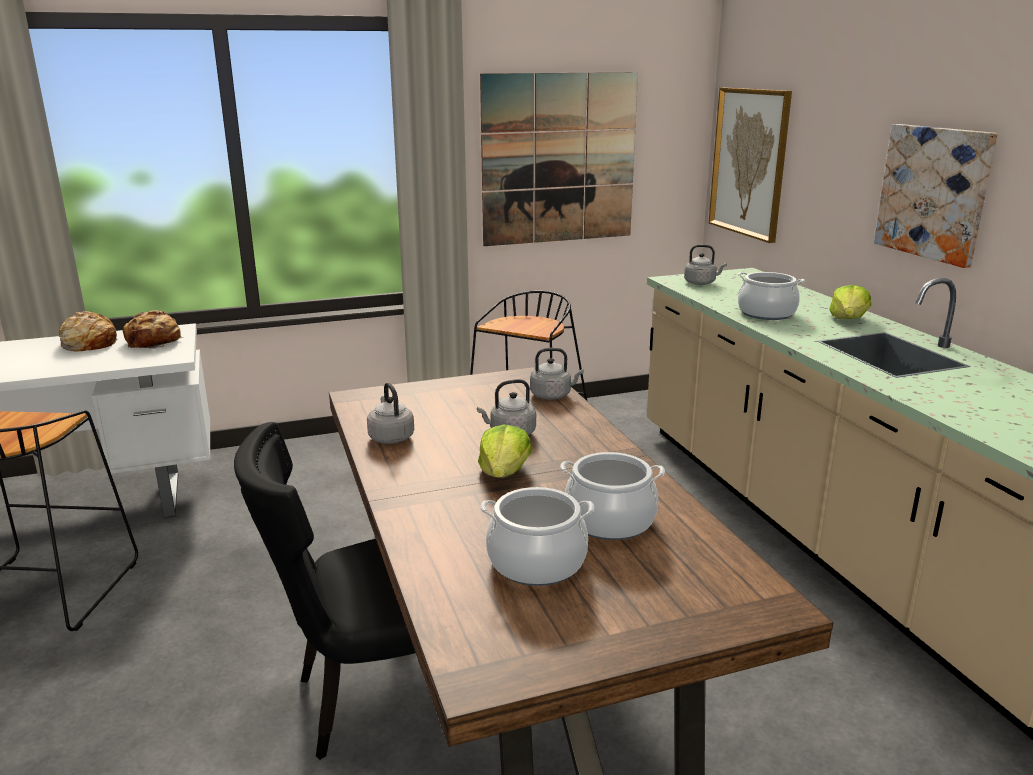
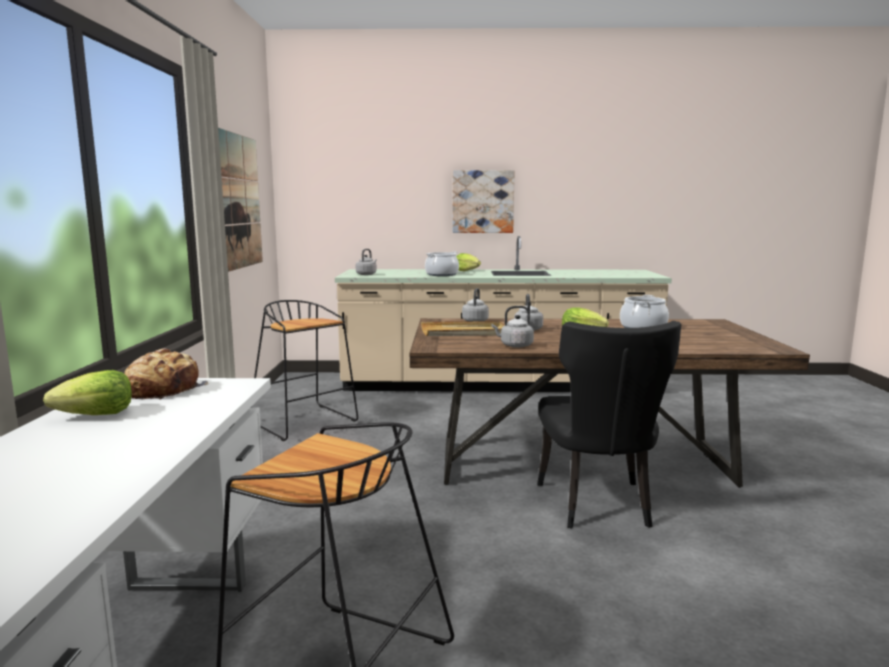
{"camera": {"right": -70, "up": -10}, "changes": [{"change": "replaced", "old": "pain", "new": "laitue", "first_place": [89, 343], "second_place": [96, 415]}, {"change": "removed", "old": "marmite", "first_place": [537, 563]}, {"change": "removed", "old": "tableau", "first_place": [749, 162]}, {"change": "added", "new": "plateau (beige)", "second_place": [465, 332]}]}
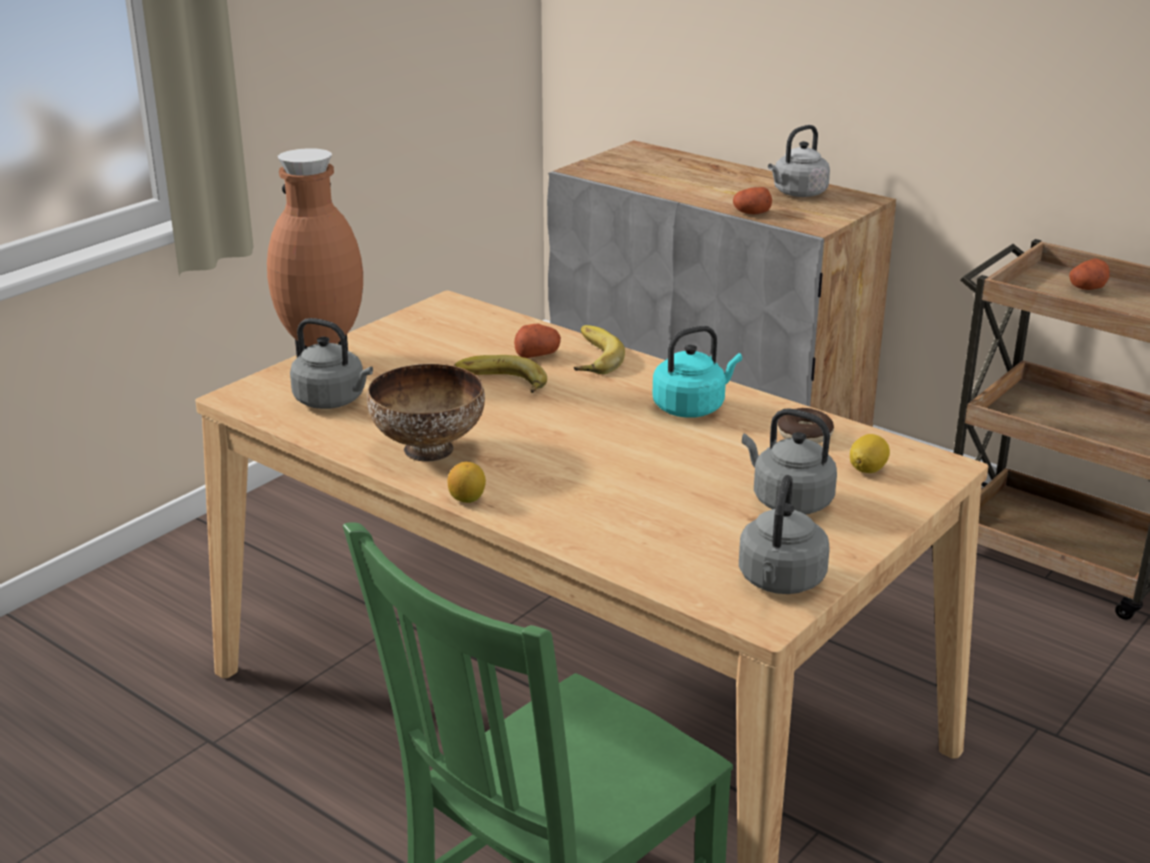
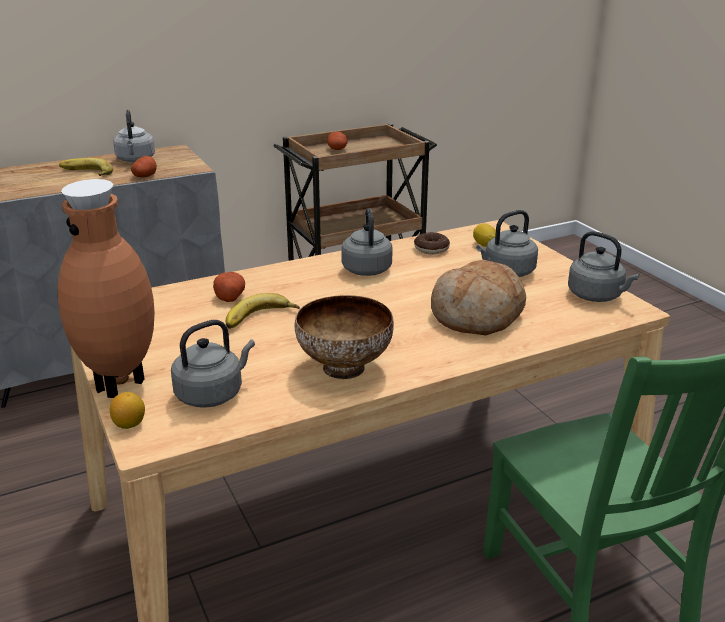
{"camera": {"right": -65, "up": 0}, "changes": [{"change": "moved", "old": "citron", "first_place": [467, 499], "second_place": [129, 424]}, {"change": "moved", "old": "banane", "first_place": [589, 357], "second_place": [85, 173]}, {"change": "recoloured", "old": "bouilloire (turquoise)", "new": "bouilloire (gris)", "first_place": [692, 407], "second_place": [366, 268]}, {"change": "added", "new": "pain", "second_place": [478, 315]}]}
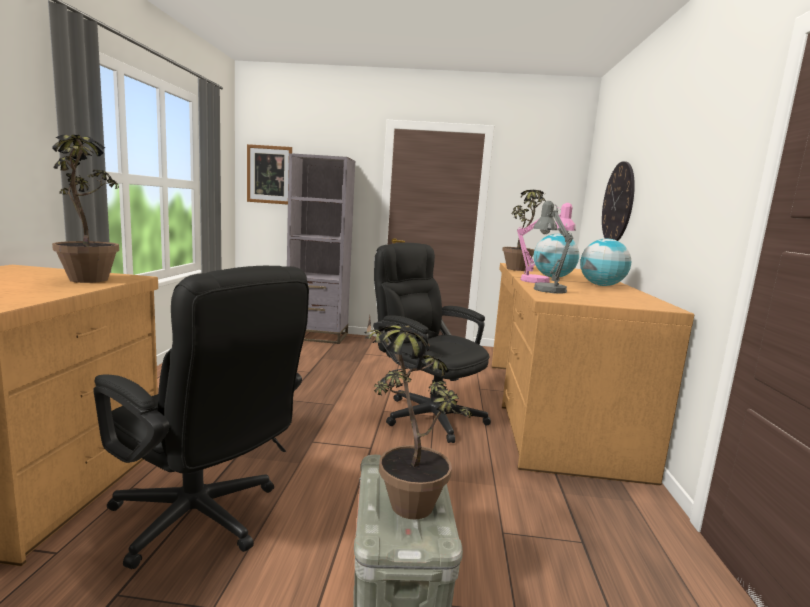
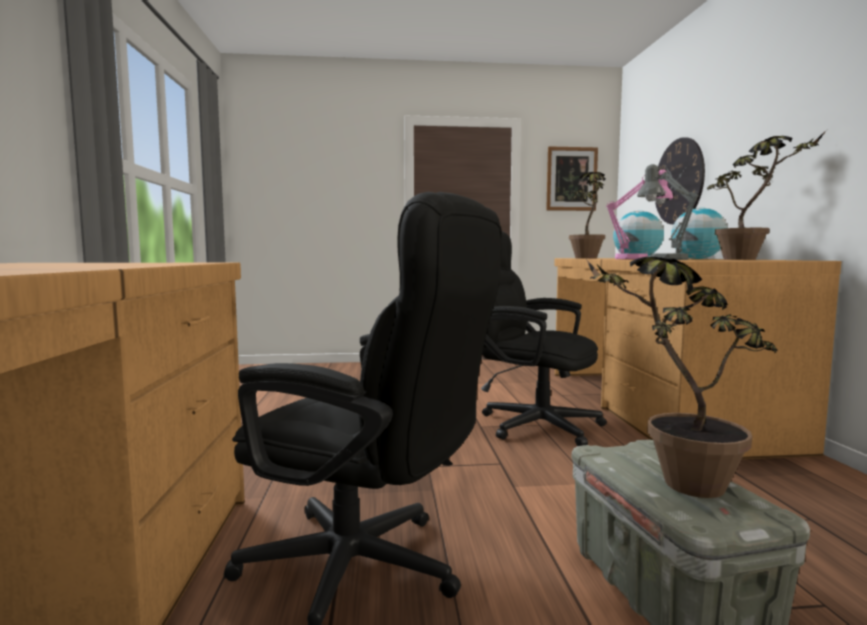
{"camera": {"right": -10, "up": -5}, "changes": [{"change": "moved", "old": "plante en pot", "first_place": [88, 282], "second_place": [751, 259]}, {"change": "moved", "old": "tableau", "first_place": [269, 174], "second_place": [571, 179]}, {"change": "removed", "old": "bibliothèque (gris)", "first_place": [317, 336]}]}
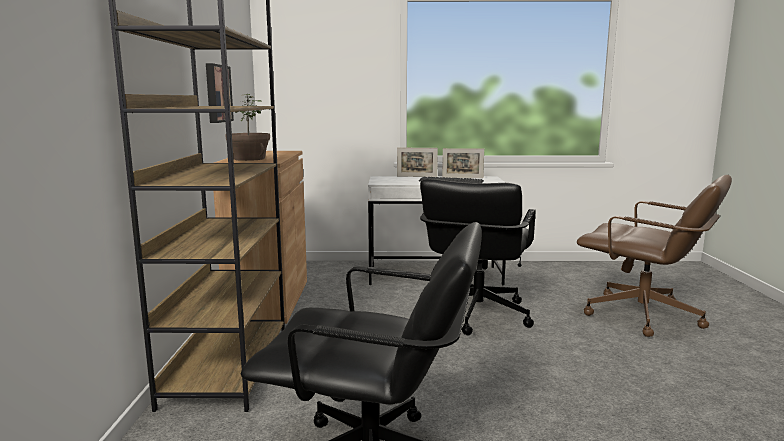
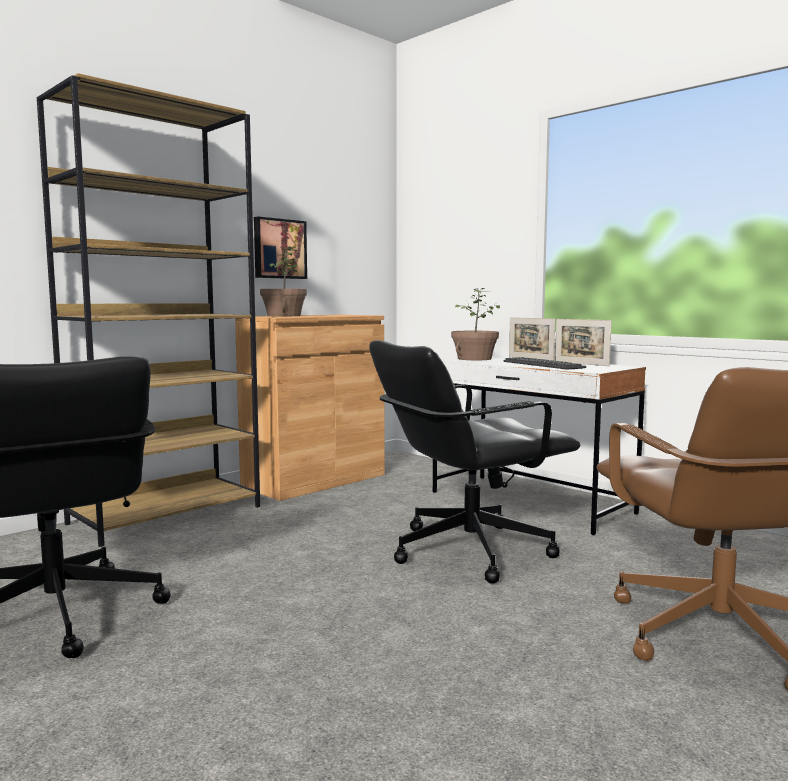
{"camera": {"right": 45, "up": -5}, "changes": [{"change": "added", "new": "plante en pot", "second_place": [474, 358]}]}
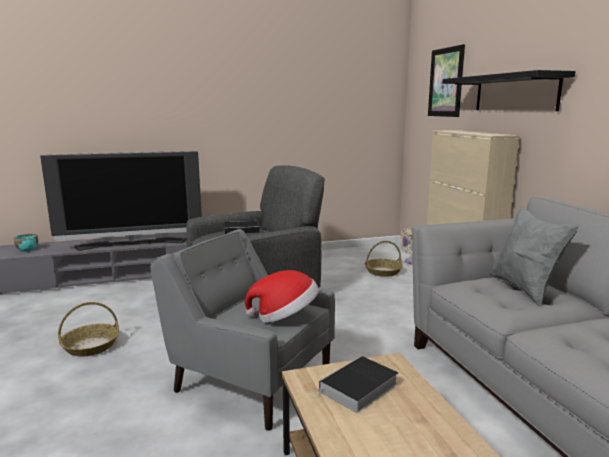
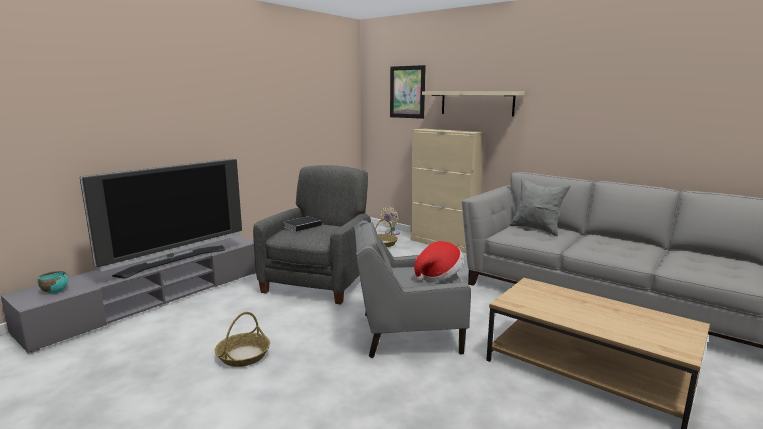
{"camera": {"right": -35, "up": 0}, "changes": [{"change": "removed", "old": "livre", "first_place": [358, 389]}, {"change": "recoloured", "old": "étagère (noir)", "new": "étagère (beige)", "first_place": [515, 93], "second_place": [476, 103]}]}
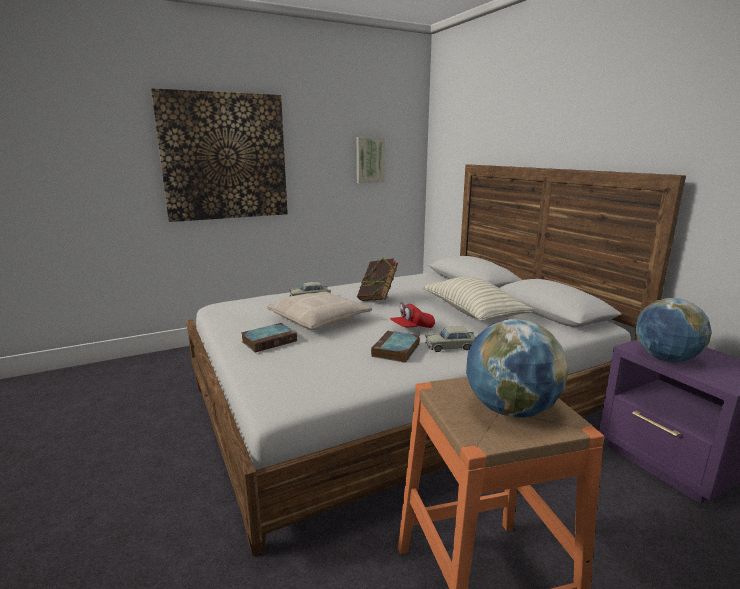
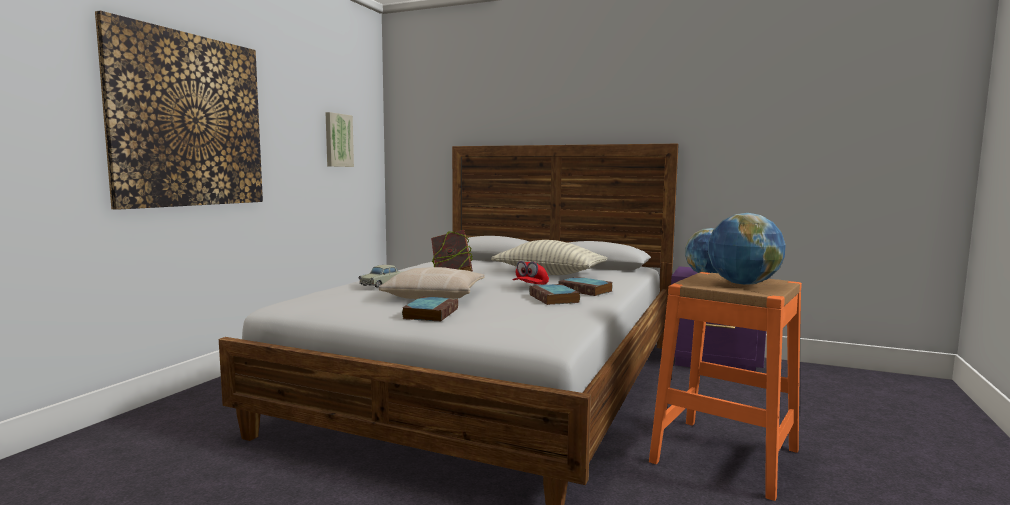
{"camera": {"right": -40, "up": -10}, "changes": [{"change": "replaced", "old": "petite voiture (beige)", "new": "livre", "first_place": [451, 347], "second_place": [586, 290]}]}
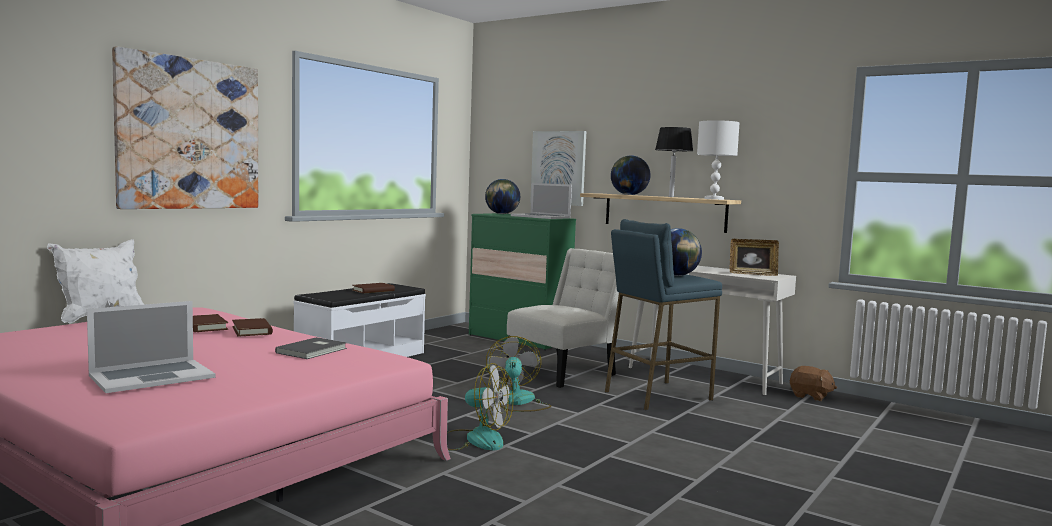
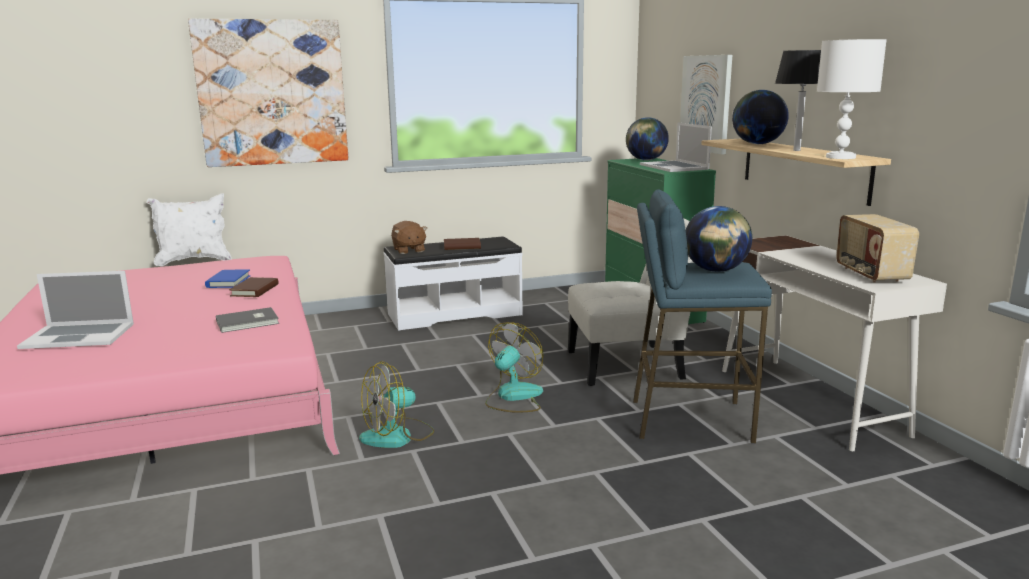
{"camera": {"right": 35, "up": 10}, "changes": [{"change": "recoloured", "old": "livre (marron)", "new": "livre (bleu)", "first_place": [205, 326], "second_place": [228, 281]}, {"change": "turned", "old": "ventilateur", "first_place": [475, 439], "second_place": [397, 436], "degrees": 90}, {"change": "replaced", "old": "cadre photo", "new": "radio", "first_place": [752, 274], "second_place": [870, 274]}, {"change": "moved", "old": "peluche (marron)", "first_place": [810, 396], "second_place": [408, 250]}]}
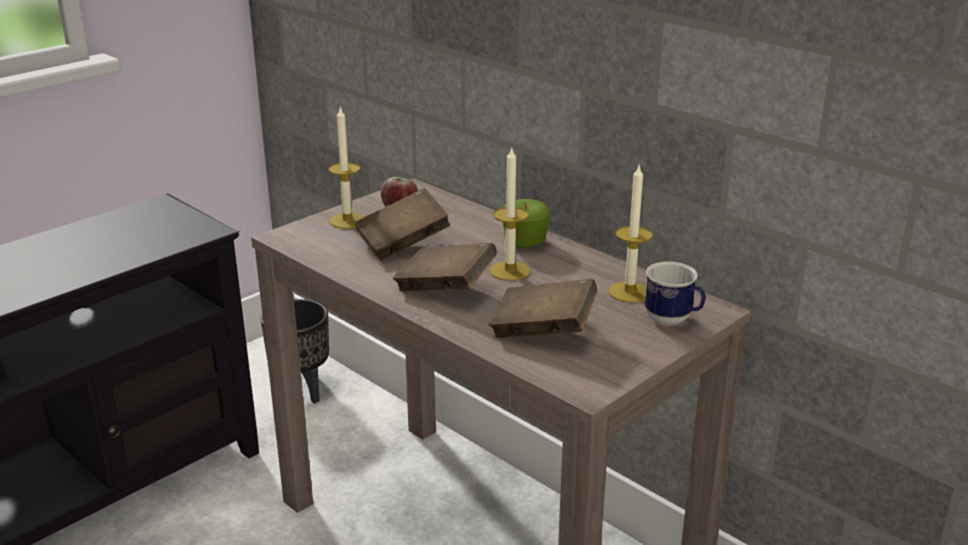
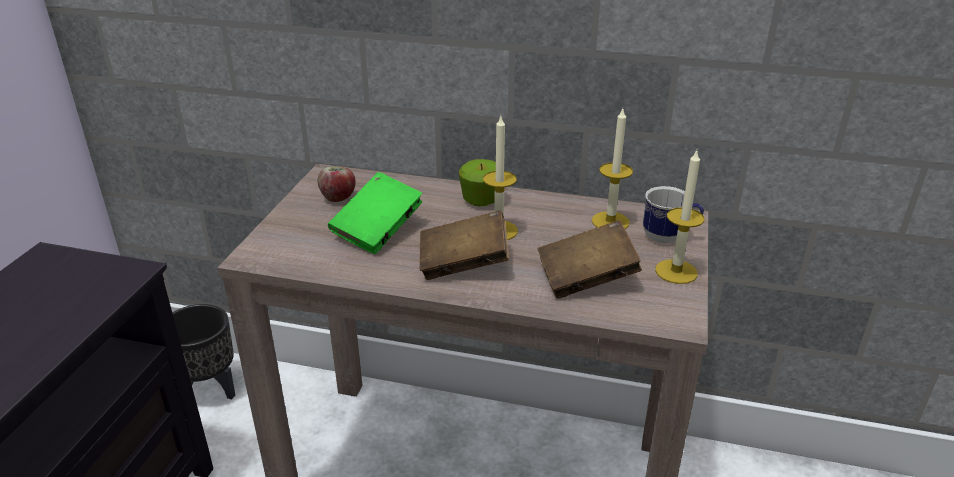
{"camera": {"right": -30, "up": 5}, "changes": [{"change": "moved", "old": "bougie", "first_place": [347, 221], "second_place": [676, 271]}, {"change": "recoloured", "old": "livre (marron)", "new": "livre (vert)", "first_place": [403, 243], "second_place": [378, 231]}]}
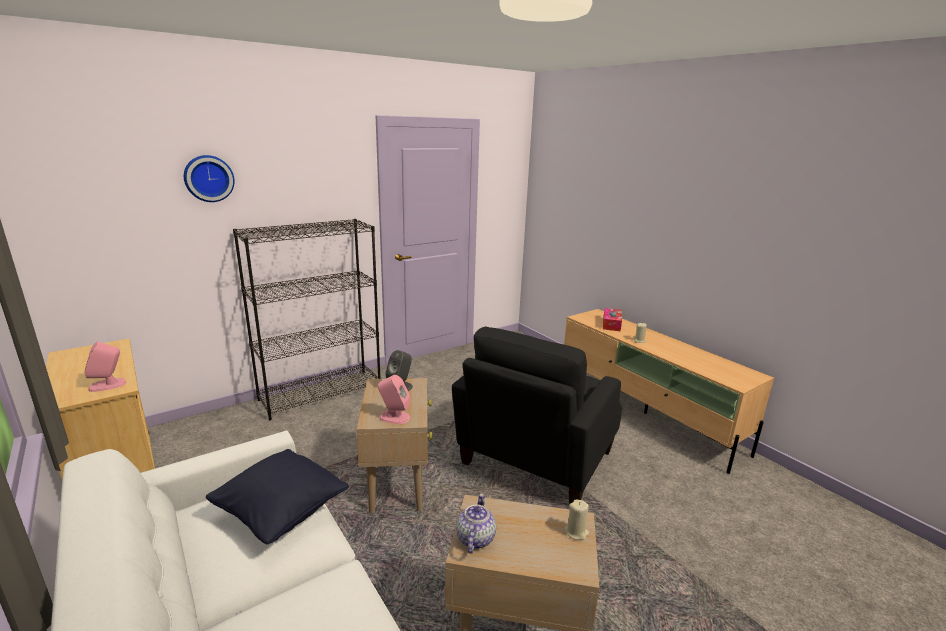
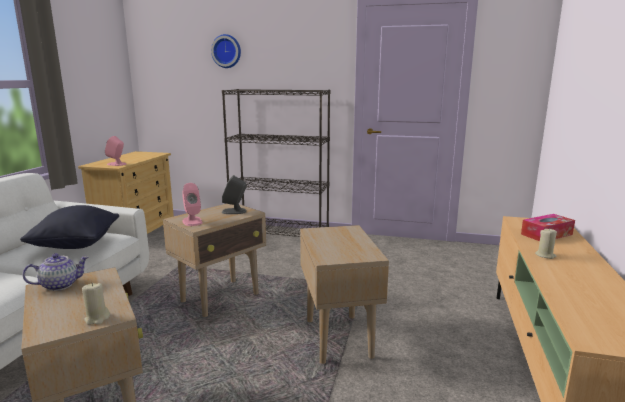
{"camera": {"right": 50, "up": -5}, "changes": [{"change": "replaced", "old": "fauteuil (noir)", "new": "table d'appoint (beige)", "first_place": [535, 460], "second_place": [338, 338]}]}
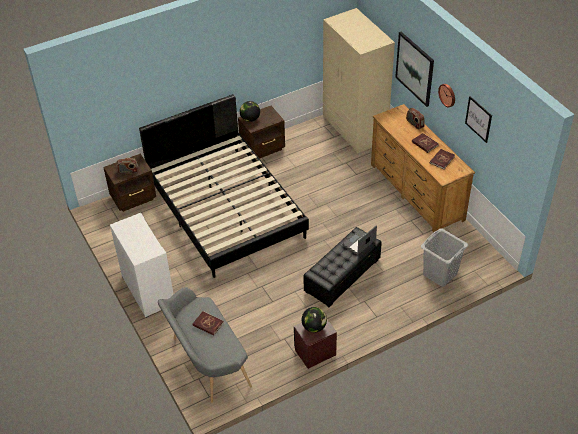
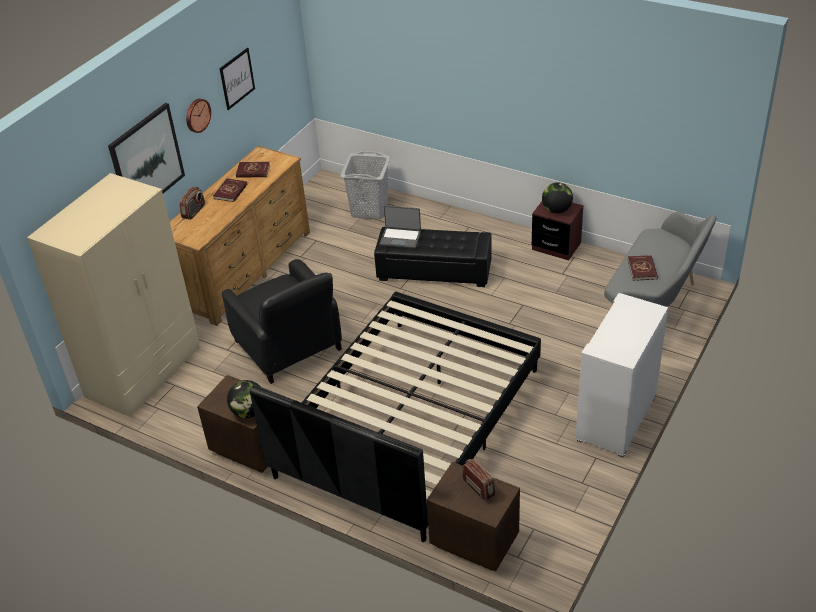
{"camera": {"right": -120, "up": -5}, "changes": [{"change": "added", "new": "fauteuil (noir)", "second_place": [288, 346]}]}
